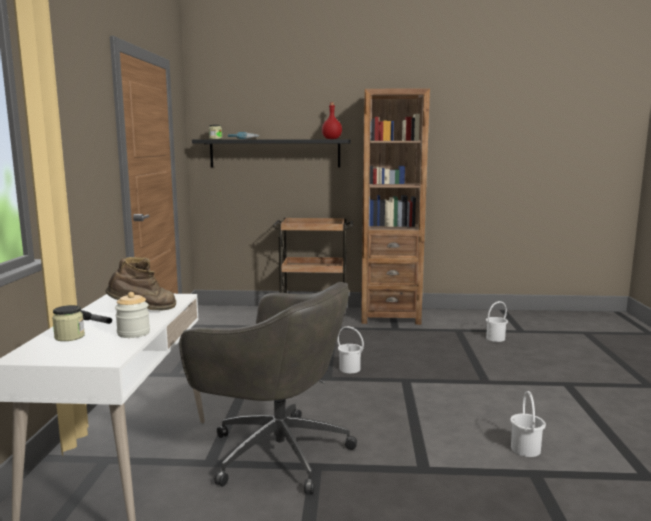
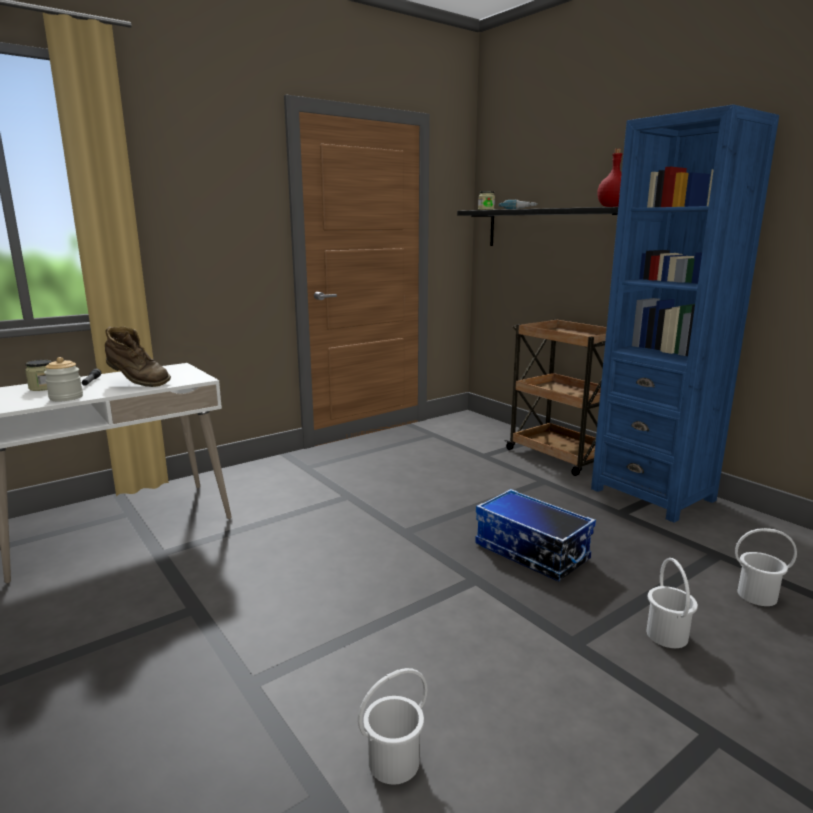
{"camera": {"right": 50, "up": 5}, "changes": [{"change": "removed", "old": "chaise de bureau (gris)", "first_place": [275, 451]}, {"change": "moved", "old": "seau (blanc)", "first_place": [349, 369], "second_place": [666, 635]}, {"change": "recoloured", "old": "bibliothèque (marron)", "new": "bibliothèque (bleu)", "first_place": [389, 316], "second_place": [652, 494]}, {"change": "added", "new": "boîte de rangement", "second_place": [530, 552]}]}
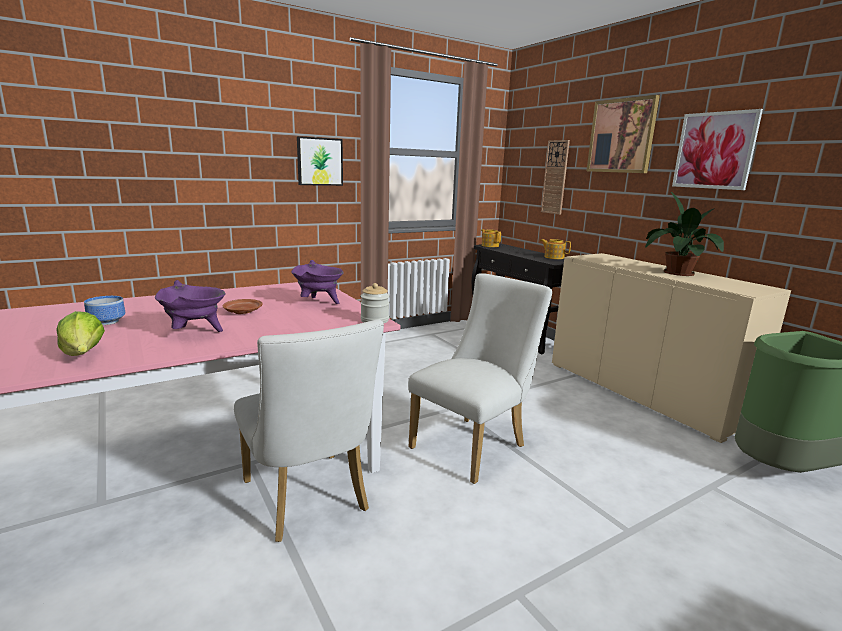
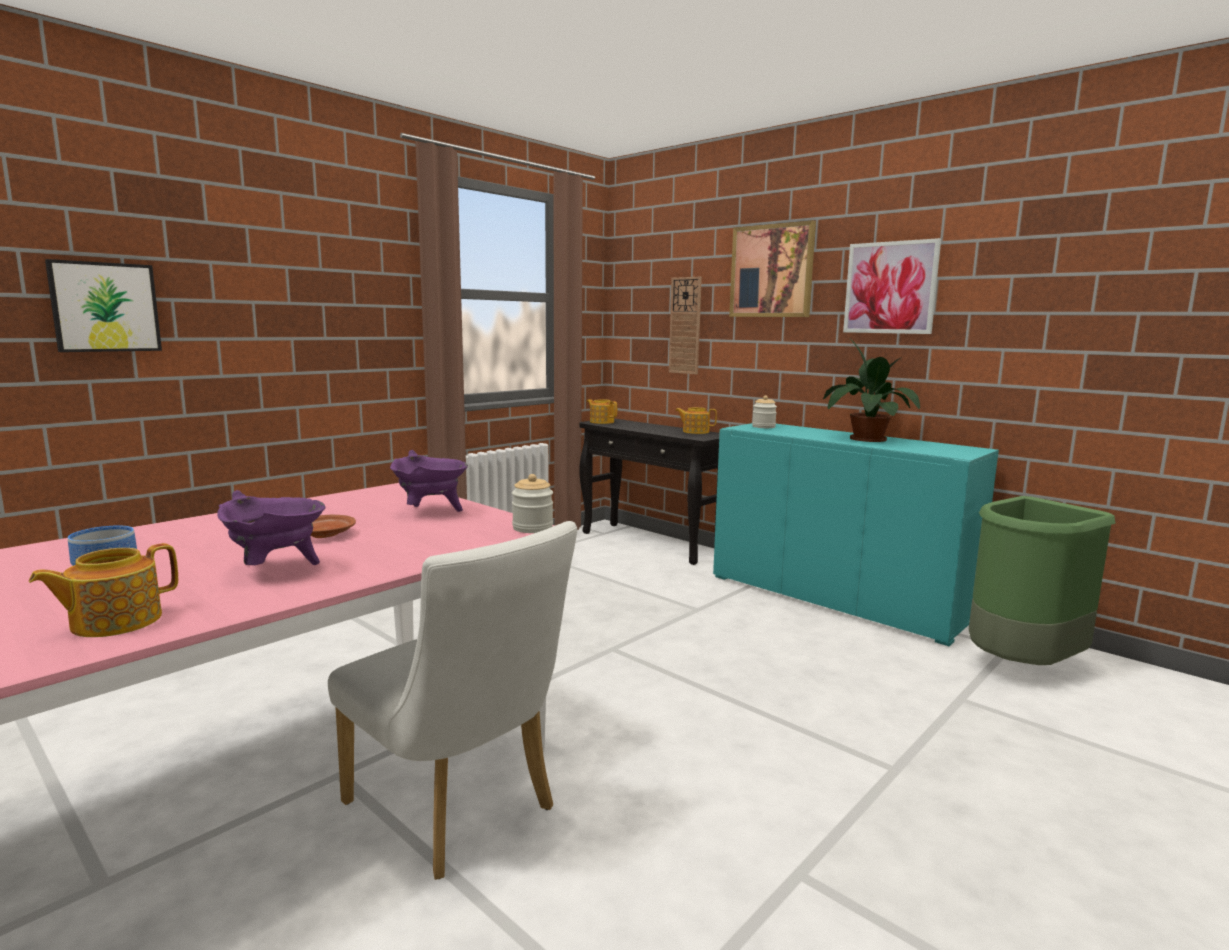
{"camera": {"right": -15, "up": -5}, "changes": [{"change": "replaced", "old": "laitue", "new": "théière", "first_place": [83, 355], "second_place": [114, 622]}, {"change": "moved", "old": "tableau", "first_place": [319, 161], "second_place": [105, 307]}, {"change": "removed", "old": "chaise (blanc)", "first_place": [474, 444]}, {"change": "recoloured", "old": "meuble de rangement (beige)", "new": "meuble de rangement (turquoise)", "first_place": [641, 392], "second_place": [835, 598]}, {"change": "added", "new": "bocal", "second_place": [763, 427]}]}
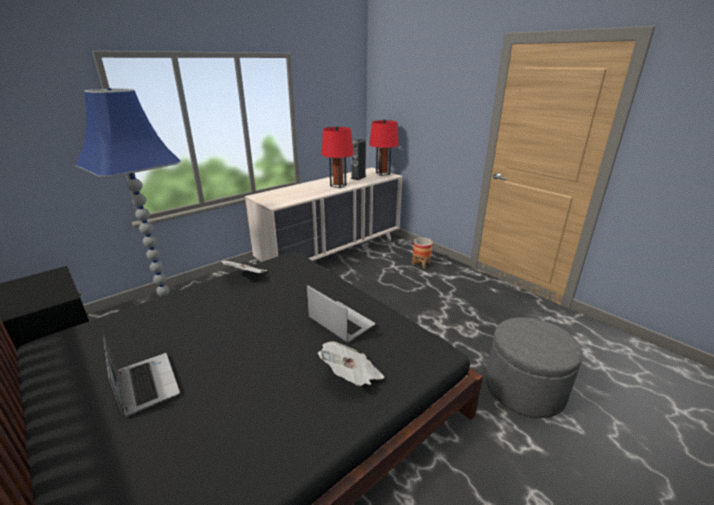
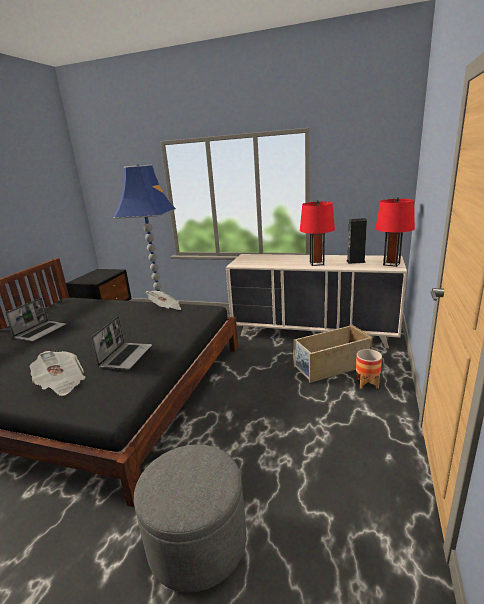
{"camera": {"right": 60, "up": -5}, "changes": [{"change": "added", "new": "boîte de rangement (beige)", "second_place": [331, 366]}]}
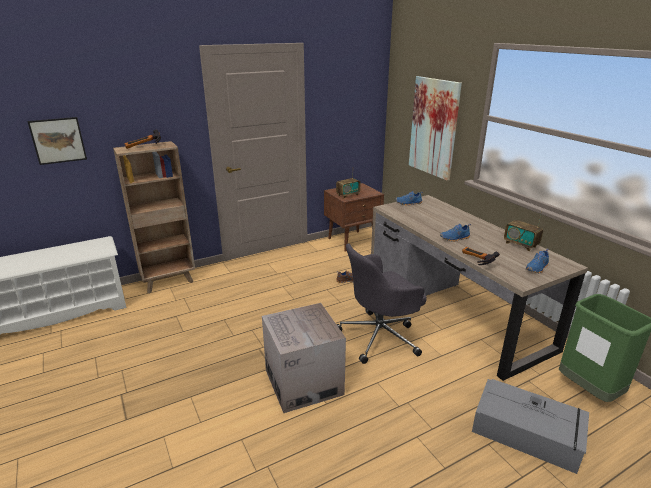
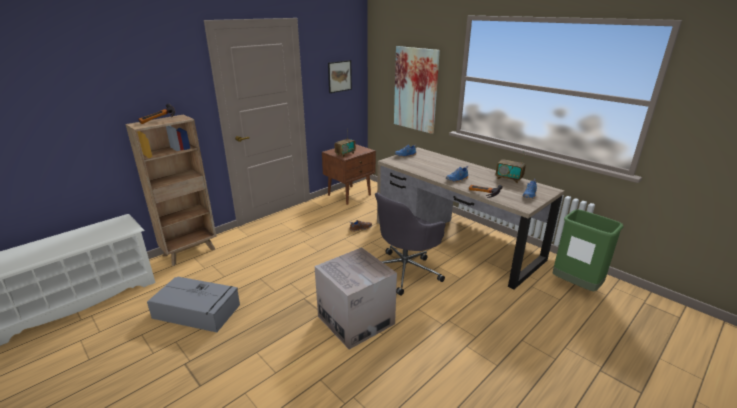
{"camera": {"right": -15, "up": 0}, "changes": [{"change": "moved", "old": "tableau", "first_place": [58, 140], "second_place": [339, 76]}, {"change": "moved", "old": "boîte de rangement (gris)", "first_place": [528, 433], "second_place": [198, 311]}]}
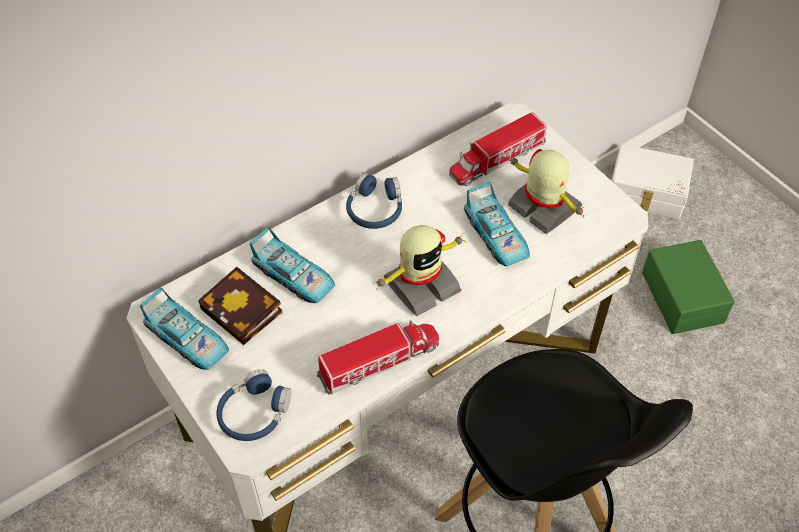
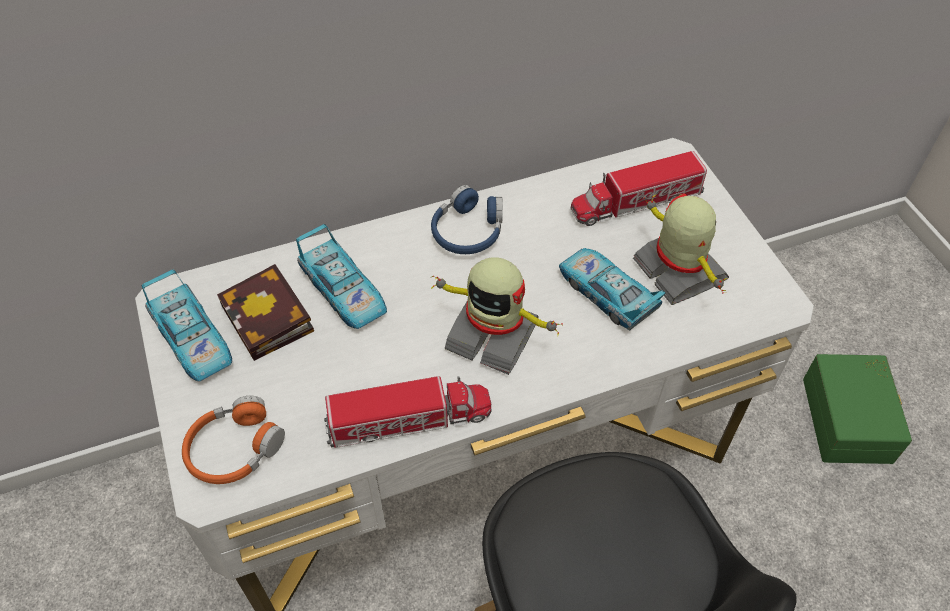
{"camera": {"right": 15, "up": 0}, "changes": [{"change": "recoloured", "old": "casque audio (bleu)", "new": "casque audio (orange)", "first_place": [254, 413], "second_place": [234, 449]}, {"change": "turned", "old": "robot jouet", "first_place": [420, 285], "second_place": [493, 334], "degrees": 45}, {"change": "turned", "old": "petite voiture", "first_place": [496, 236], "second_place": [607, 294], "degrees": 150}, {"change": "removed", "old": "boîte de rangement (blanc)", "first_place": [646, 194]}]}
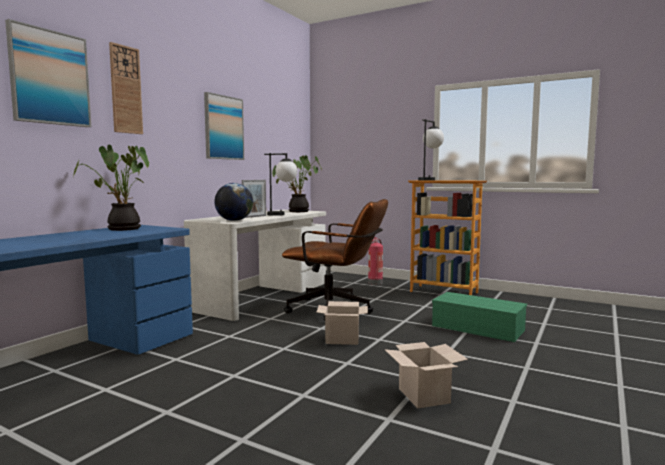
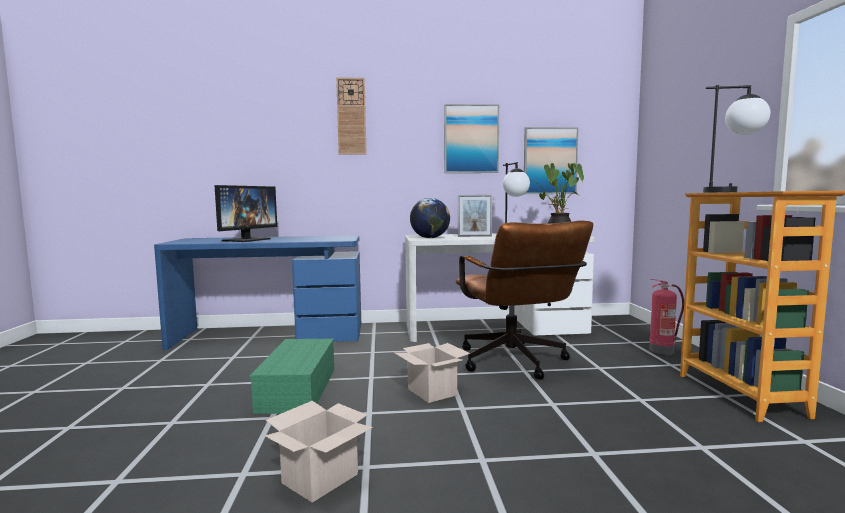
{"camera": {"right": 55, "up": 0}, "changes": [{"change": "moved", "old": "tableau", "first_place": [50, 77], "second_place": [550, 161]}, {"change": "removed", "old": "plante en pot", "first_place": [121, 229]}, {"change": "moved", "old": "boîte de rangement (vert)", "first_place": [479, 328], "second_place": [298, 390]}, {"change": "added", "new": "écran d'ordinateur", "second_place": [247, 240]}]}
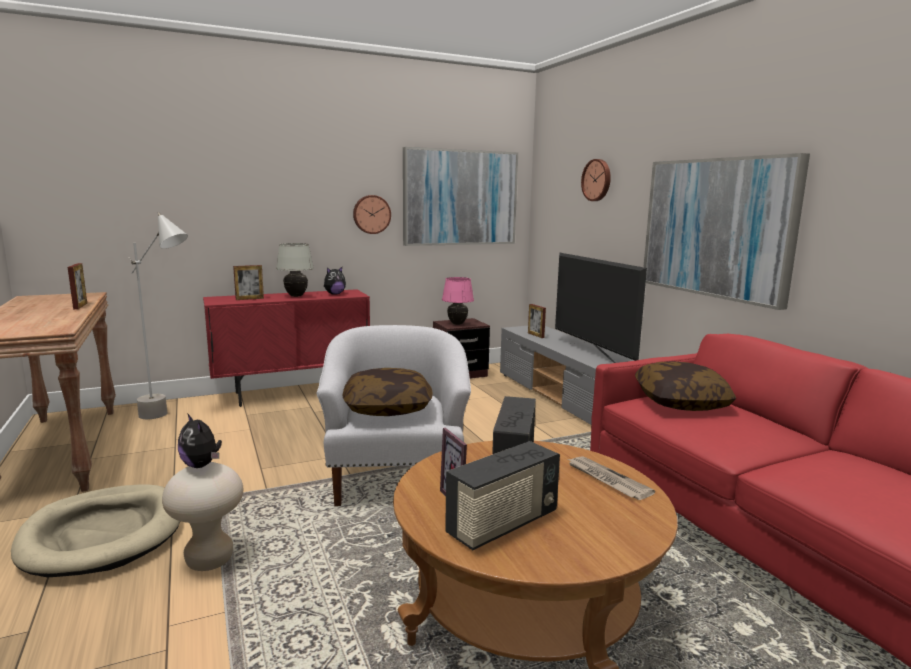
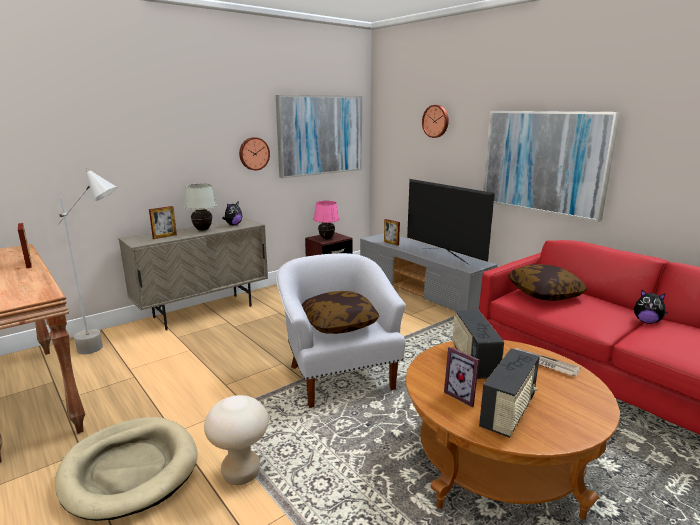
{"camera": {"right": -15, "up": 5}, "changes": [{"change": "moved", "old": "peluche", "first_place": [201, 465], "second_place": [646, 321]}, {"change": "recoloured", "old": "meuble de rangement (rouge)", "new": "meuble de rangement (beige)", "first_place": [292, 393], "second_place": [204, 311]}]}
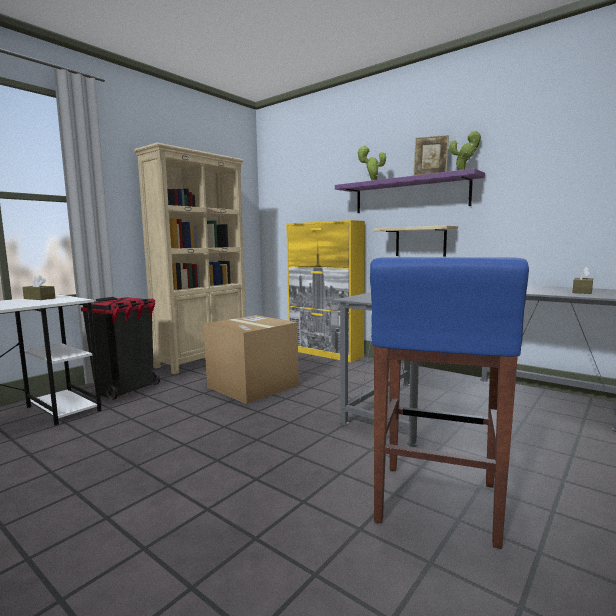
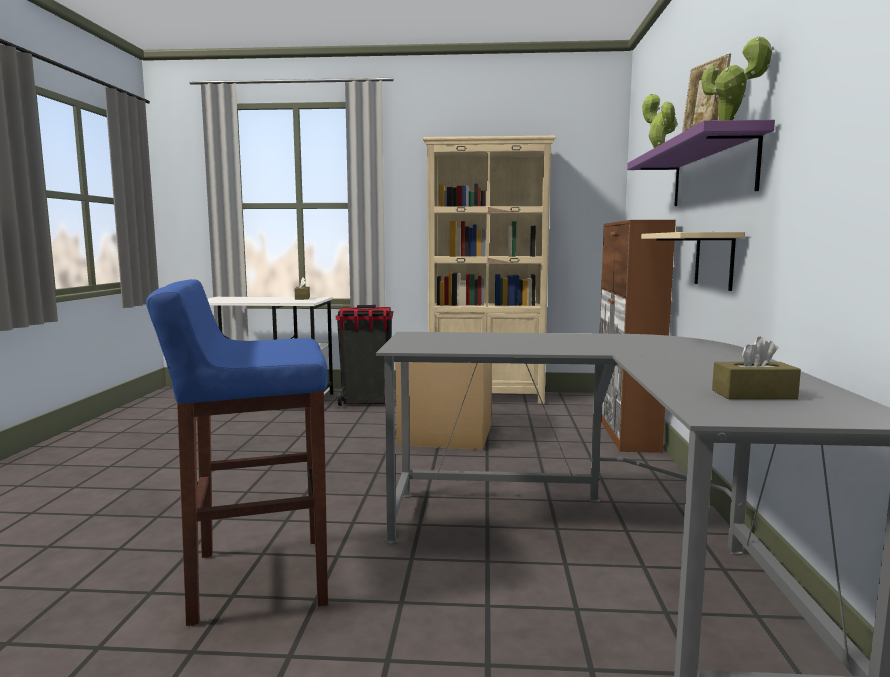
{"camera": {"right": 55, "up": 0}, "changes": [{"change": "recoloured", "old": "meuble de rangement (jaune)", "new": "meuble de rangement (marron)", "first_place": [325, 353], "second_place": [626, 432]}]}
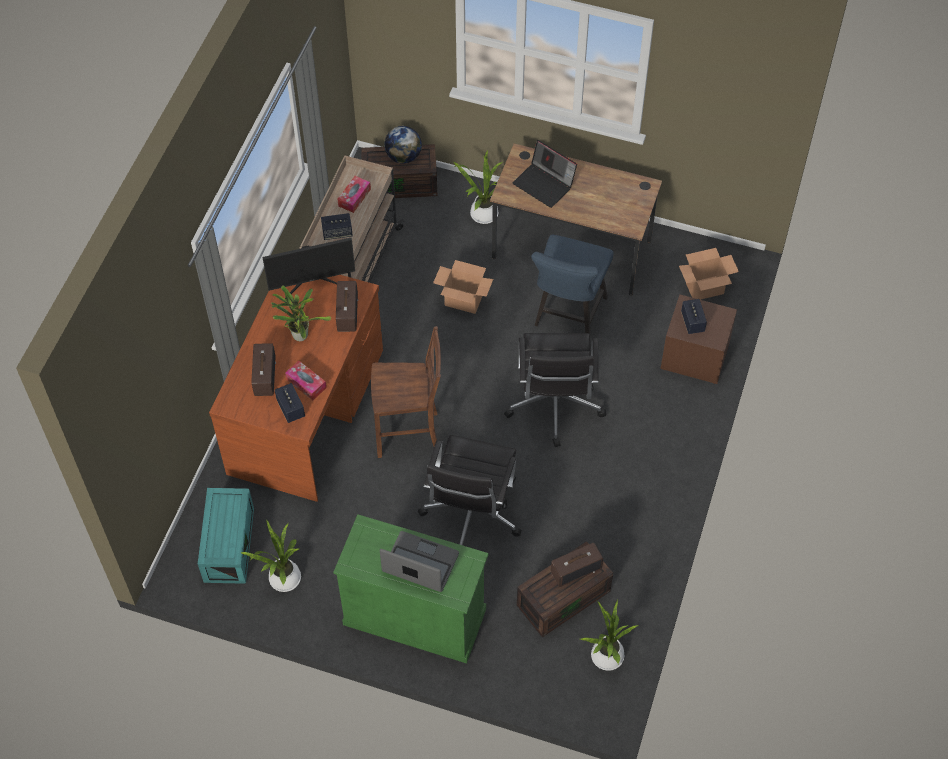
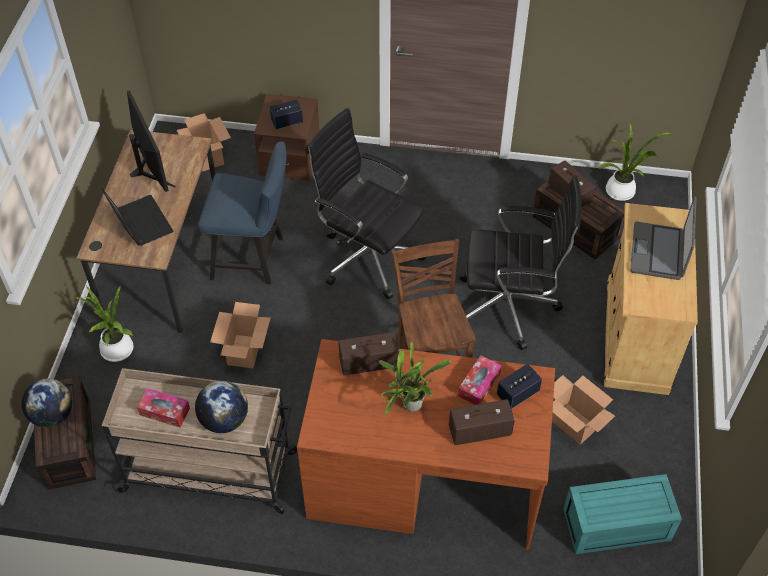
{"camera": {"right": -100, "up": -5}, "changes": [{"change": "removed", "old": "plante en pot", "first_place": [282, 580]}, {"change": "moved", "old": "écran d'ordinateur", "first_place": [312, 282], "second_place": [150, 169]}, {"change": "replaced", "old": "enceinte", "new": "globe", "first_place": [337, 233], "second_place": [224, 420]}, {"change": "recoloured", "old": "meuble de rangement (vert)", "new": "meuble de rangement (beige)", "first_place": [415, 616], "second_place": [636, 336]}, {"change": "turned", "old": "chaise de bureau (noir)", "first_place": [554, 406], "second_place": [368, 256], "degrees": -135}, {"change": "turned", "old": "ordinateur portable", "first_place": [545, 184], "second_place": [139, 222], "degrees": -60}, {"change": "added", "new": "carton", "second_place": [573, 424]}]}
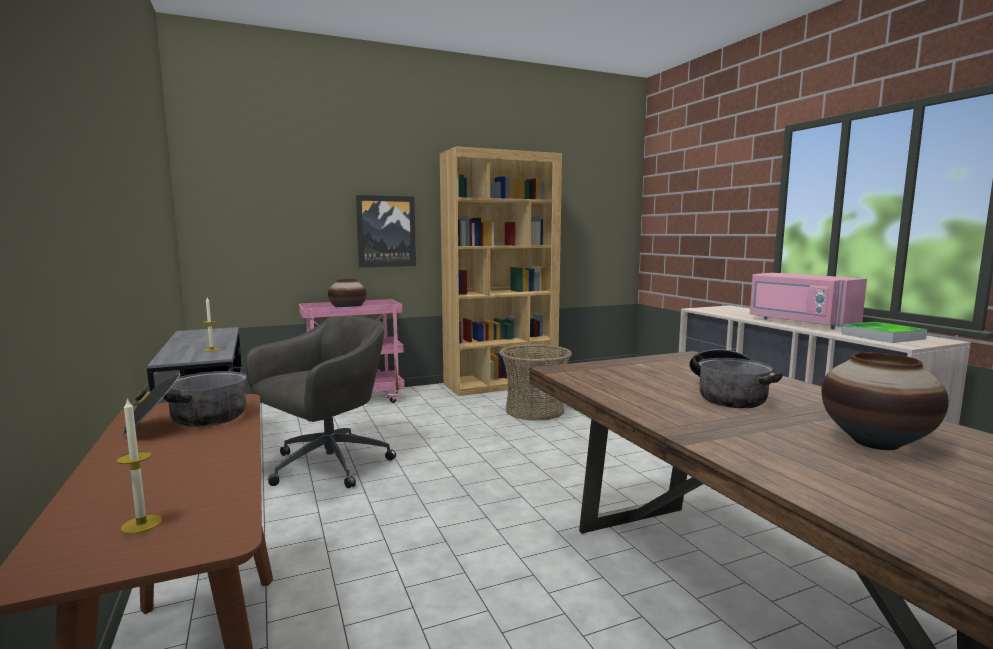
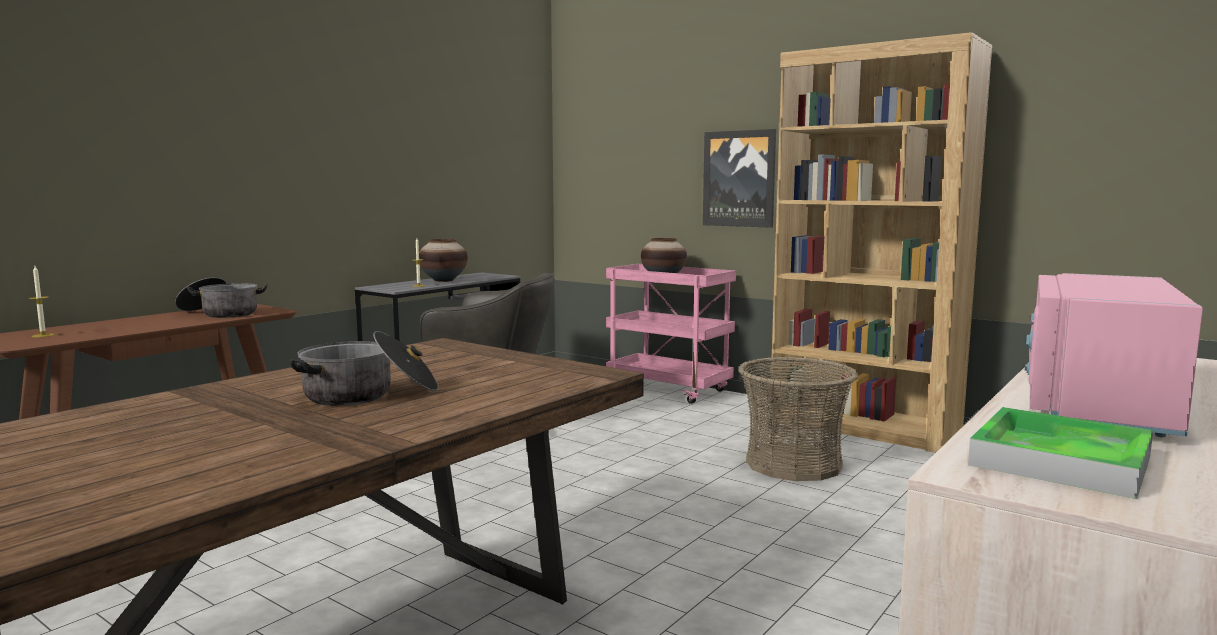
{"camera": {"right": 60, "up": 0}, "changes": [{"change": "moved", "old": "vase", "first_place": [875, 443], "second_place": [443, 280]}]}
